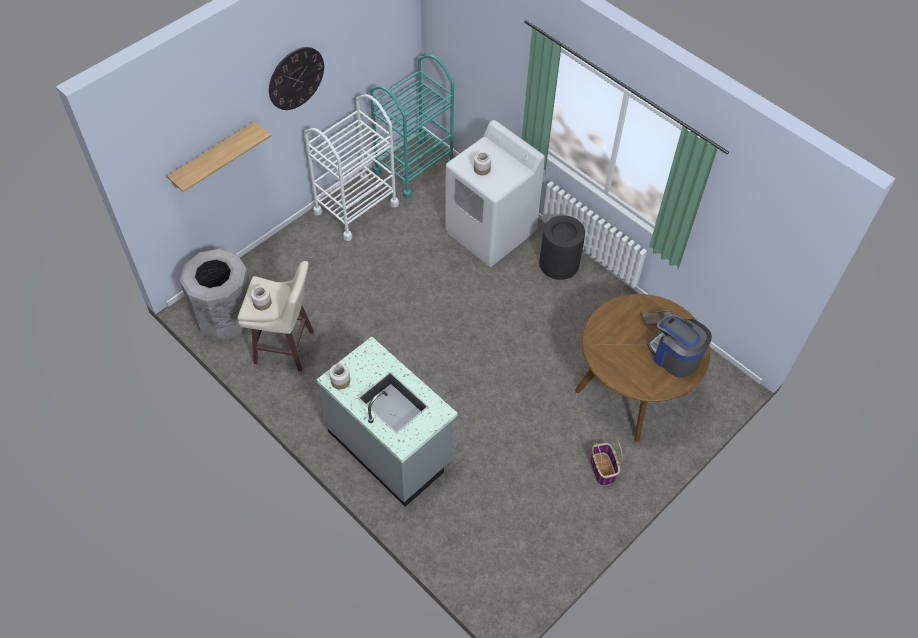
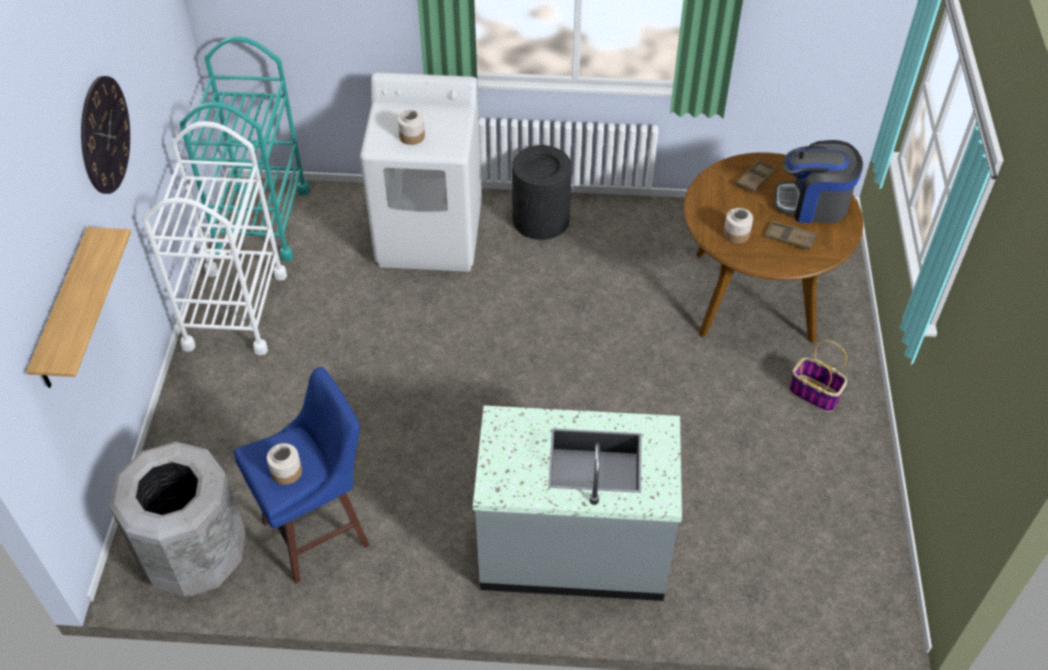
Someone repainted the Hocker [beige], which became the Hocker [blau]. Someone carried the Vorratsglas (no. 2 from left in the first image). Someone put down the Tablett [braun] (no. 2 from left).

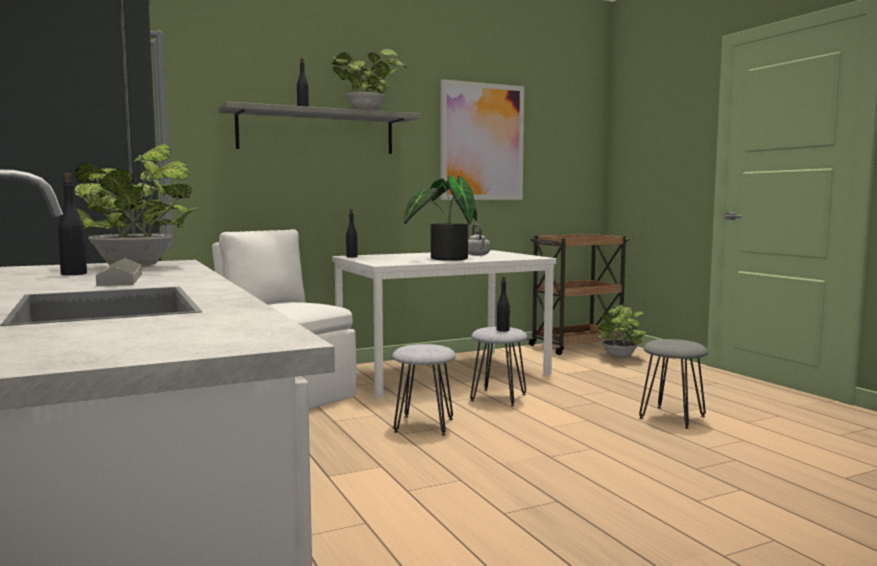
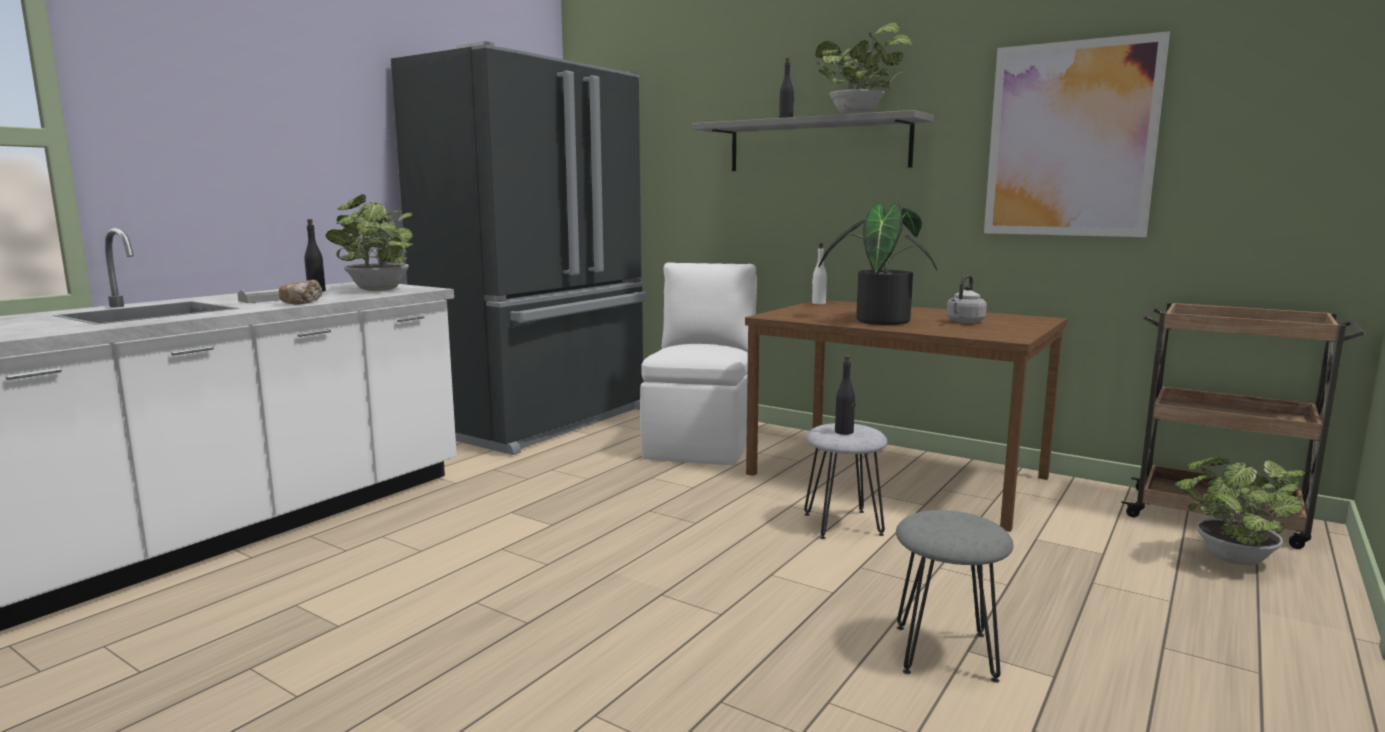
Someone repainted the Esstisch [weiß], which became the Esstisch [braun]. Someone repainted the Flasche [schwarz] (no. 3 from left), which became the Flasche [weiß]. Someone took away the Hocker [grau] (no. 1 from left). Someone put down the Brot.

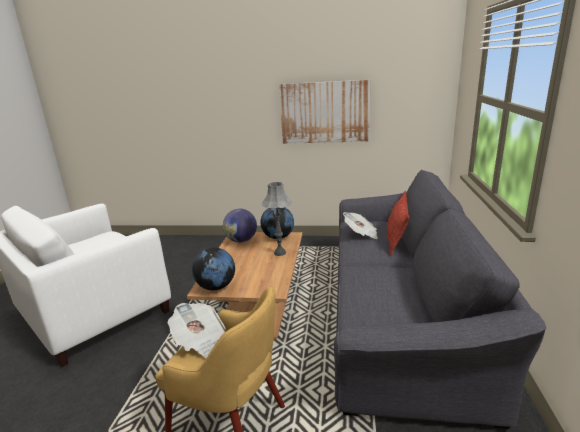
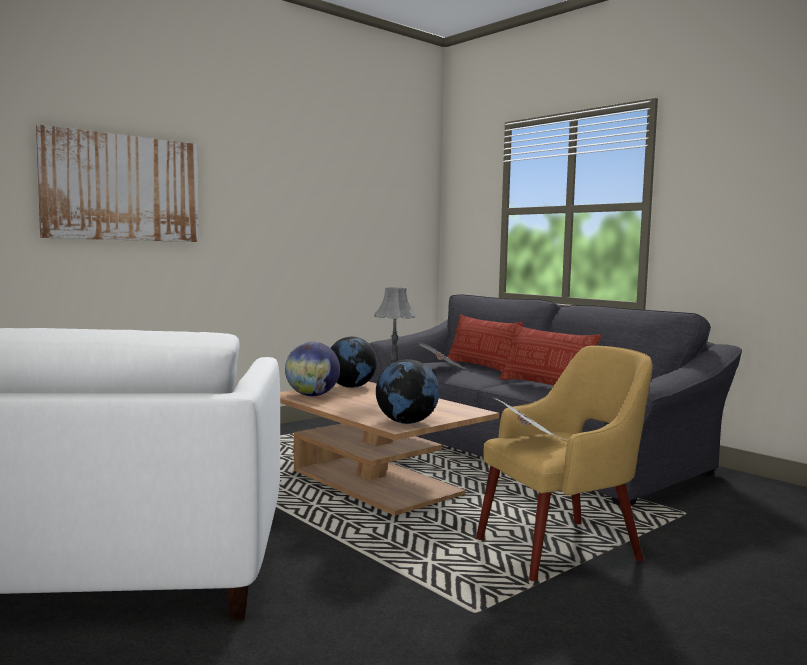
Someone carried the Bild. Someone put down the Kissen (no. 2 from left).

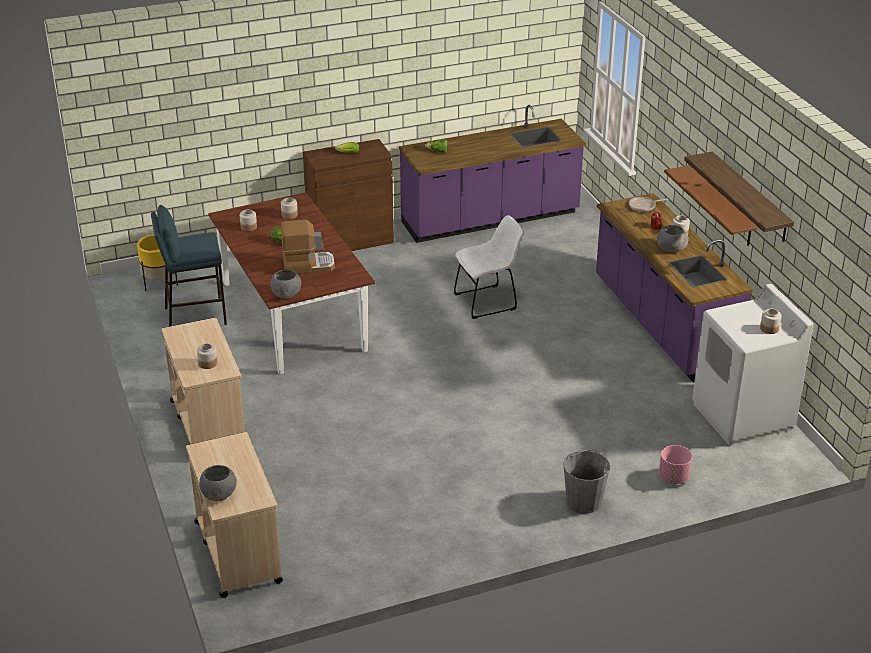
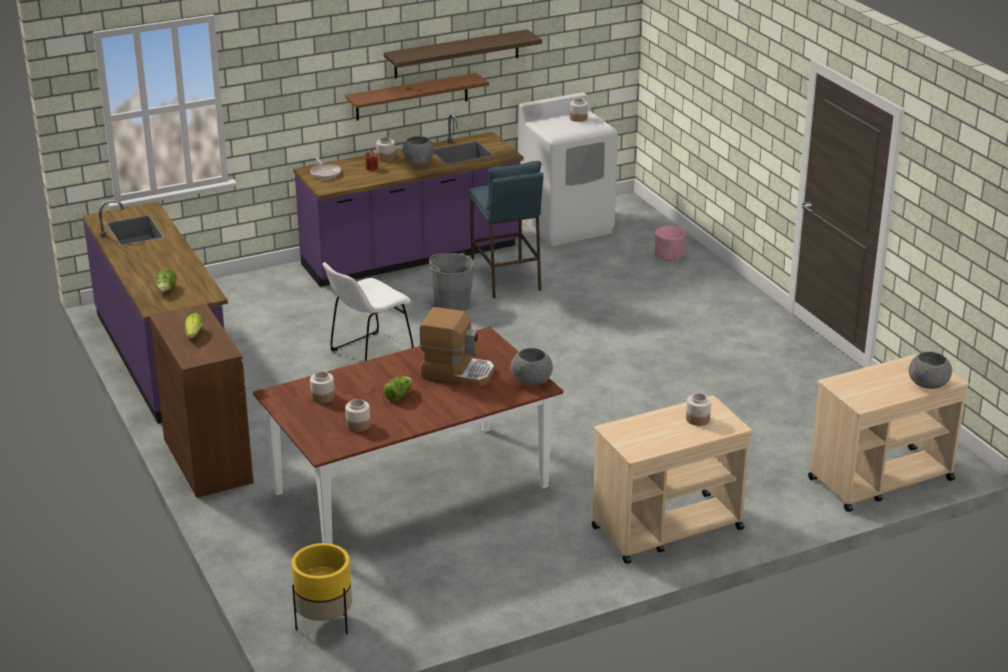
Someone carried the Hocker [blau]. Someone rotated the Kaffeemaschine by 120 degrees clockwise. Someone rotated the Stuhl [weiß] by 105 degrees counterclockwise. Someone carried the Eimer [grau].

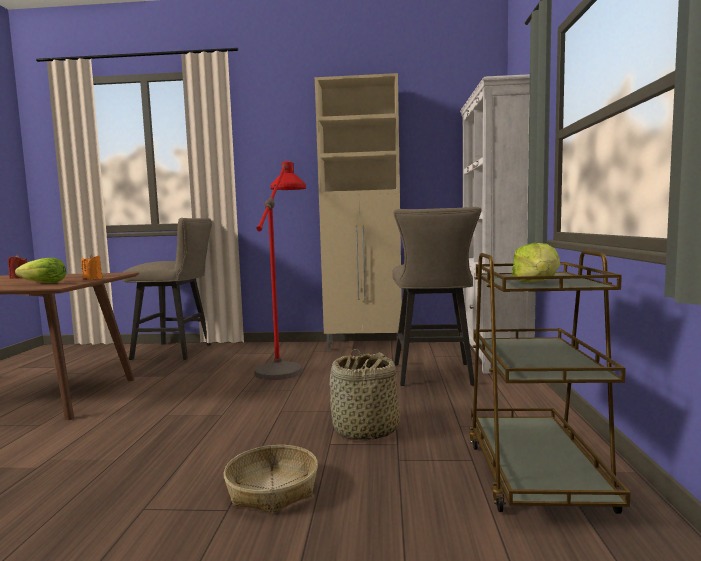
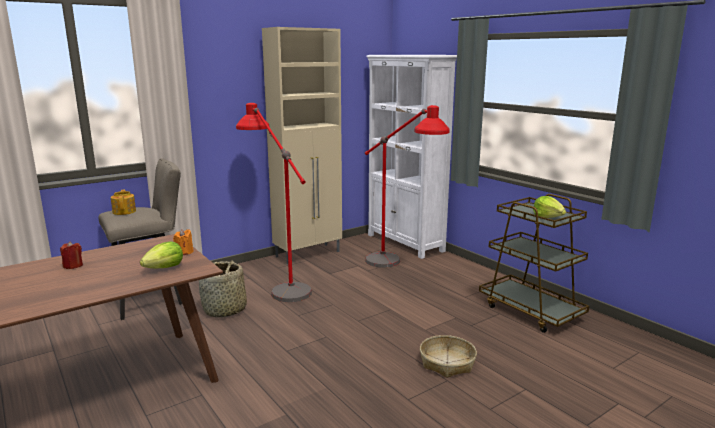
Someone carried the Korb (no. 2 from left in the first image). Someone swapped the Hocker [beige] (no. 2 from left) for the Stehlampe [rot] (no. 2 from left). Someone put down the Teekanne.

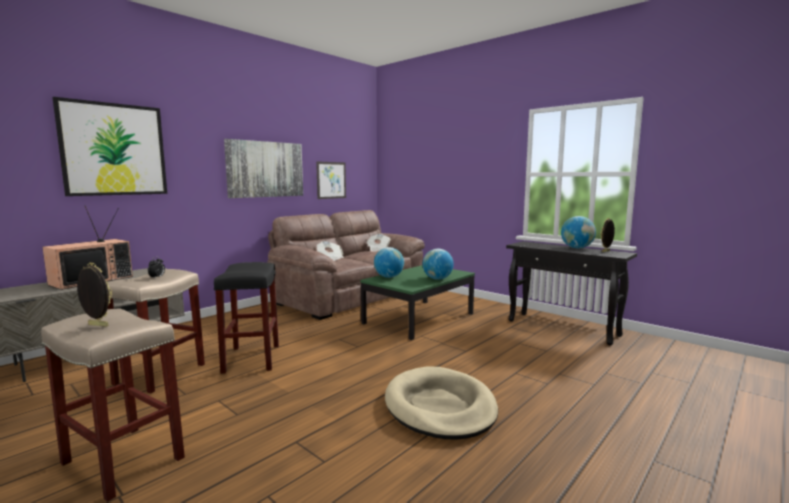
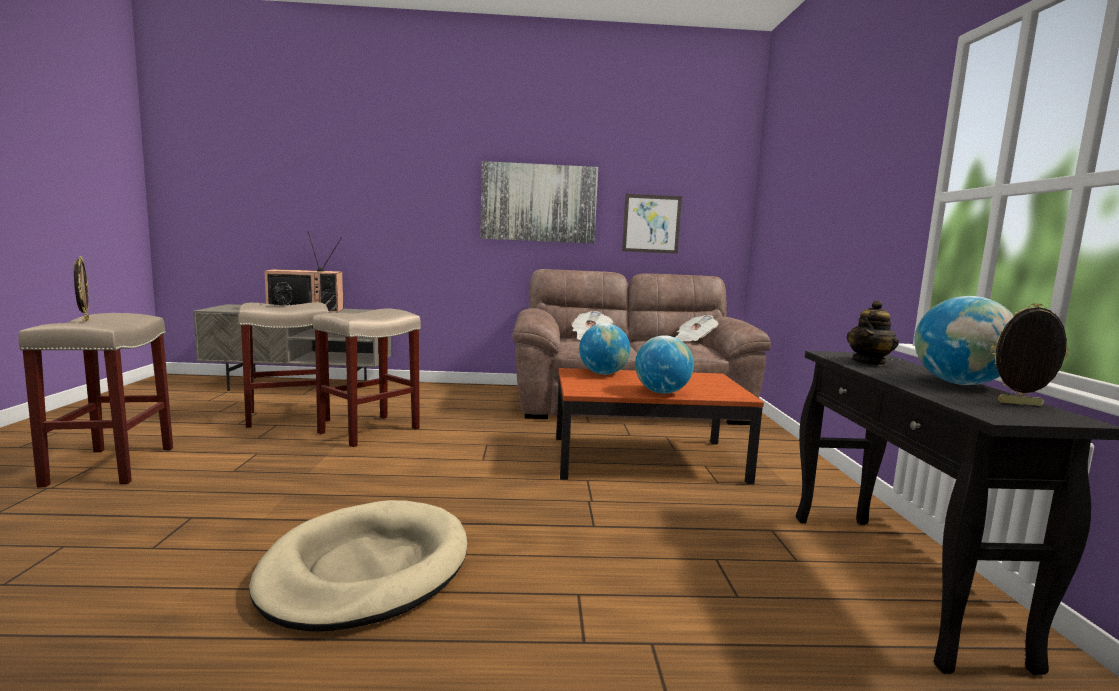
Someone took away the Bild (no. 1 from left). Someone repainted the Hocker [schwarz], which became the Hocker [beige] (no. 3 from left). Someone repainted the Couchtisch [grün], which became the Couchtisch [braun]. Someone put down the Teekanne.

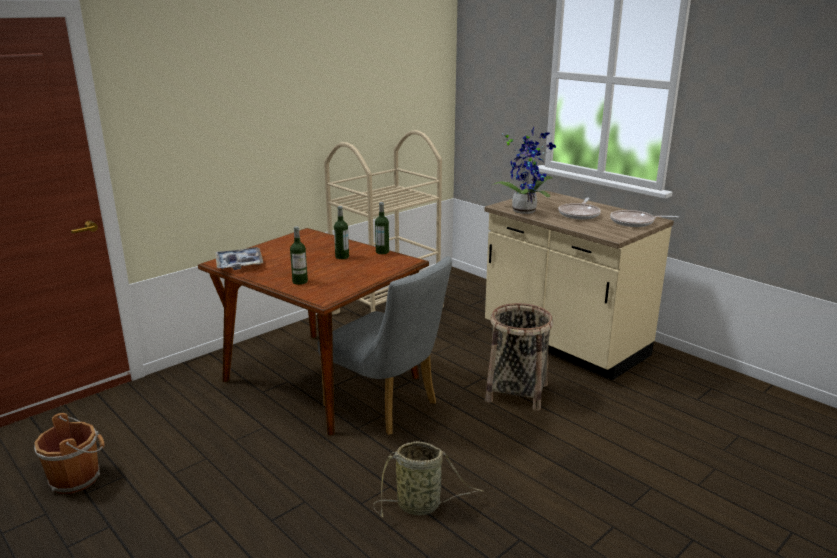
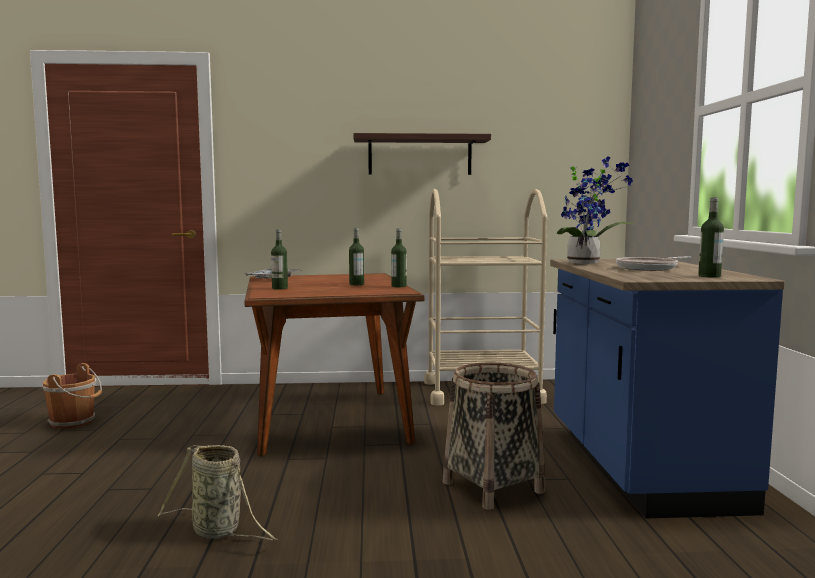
Someone took away the Stuhl [grau]. Someone repainted the Küchenzeile [beige], which became the Küchenzeile [blau]. Someone swapped the Pfanne (no. 2 from left) for the Flasche (no. 4 from left). Someone put up the Wandregal.

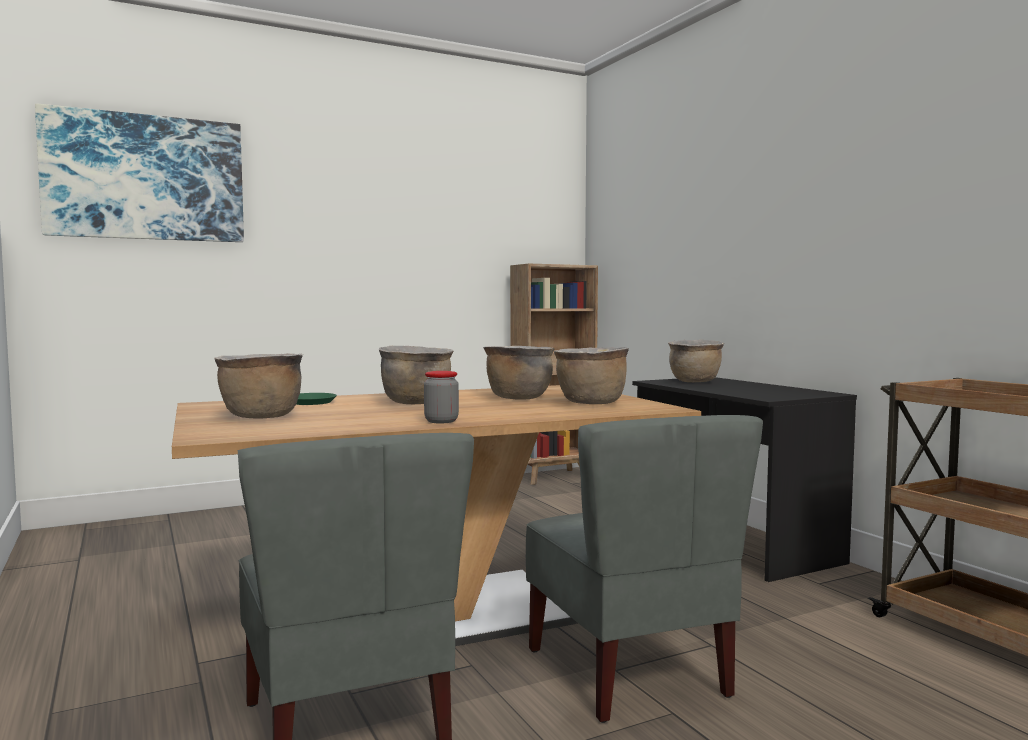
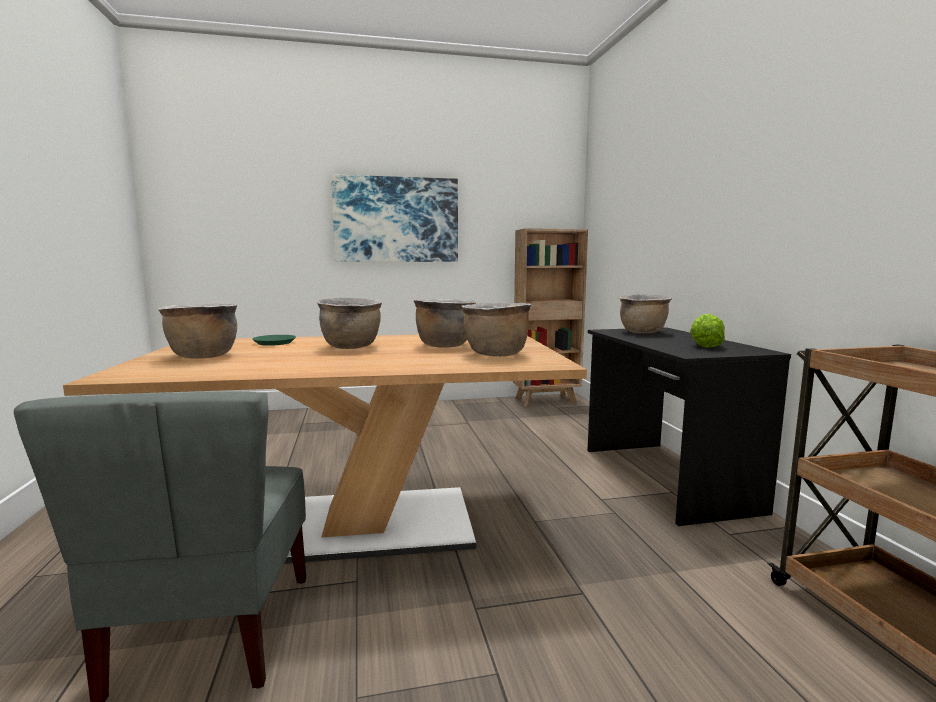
Someone carried the Bild. Someone took away the Vorratsglas. Someone took away the Stuhl [grau] (no. 2 from left). Someone put down the Salatkopf.

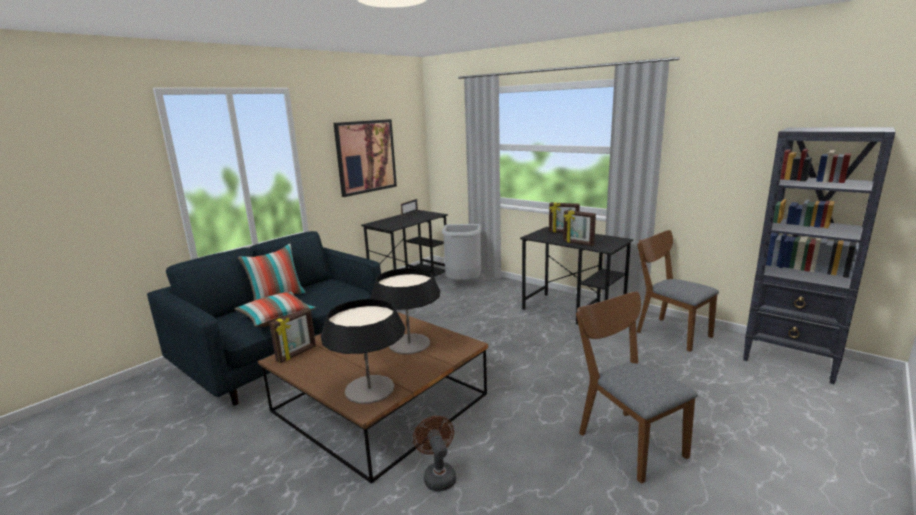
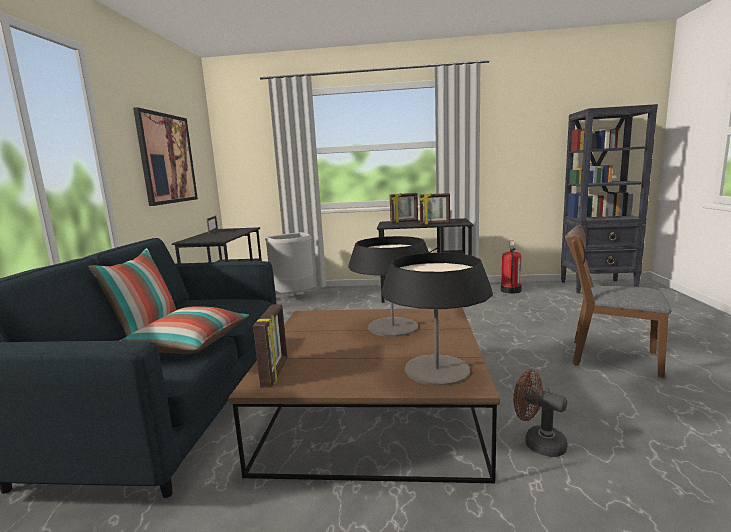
Someone swapped the Stuhl [braun] (no. 2 from left) for the Feuerlöscher.

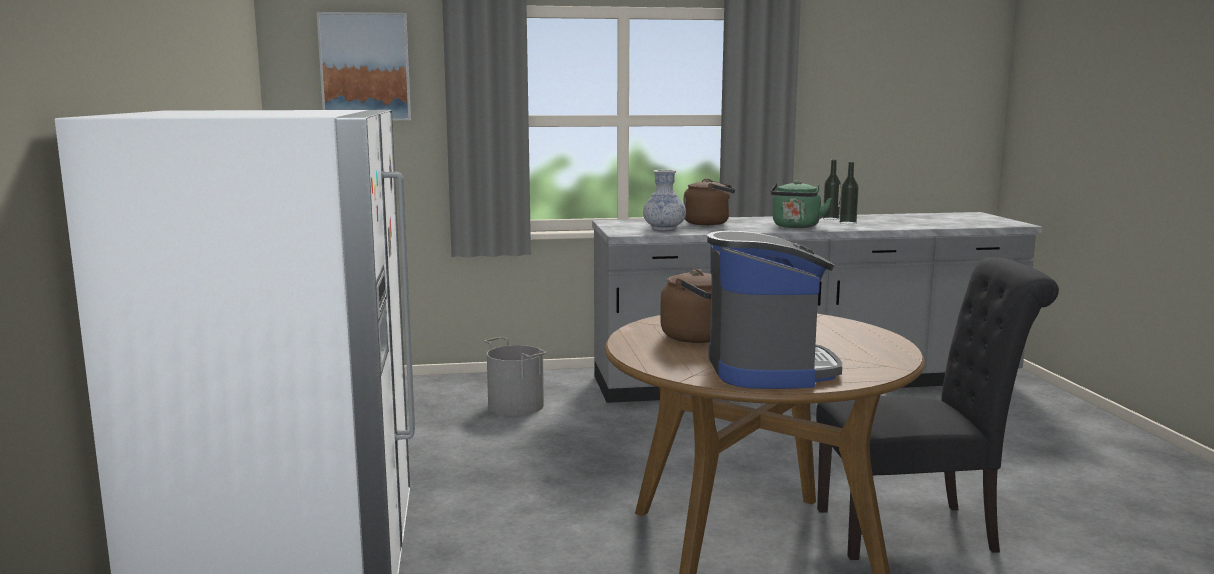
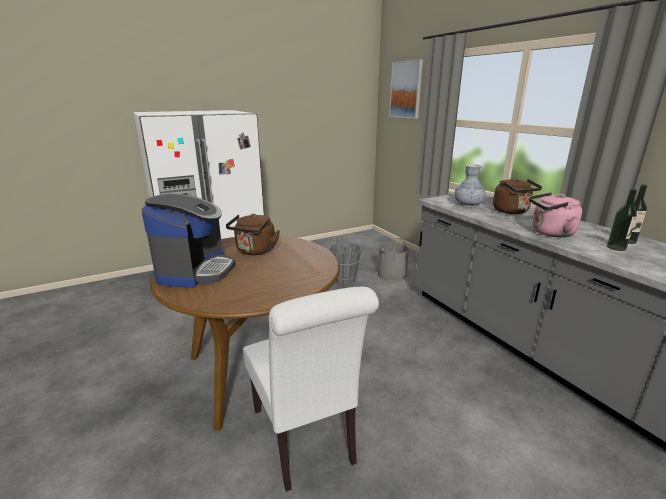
Someone rotated the Kaffeemaschine by 60 degrees counterclockwise. Someone repainted the Wasserkessel [grün], which became the Wasserkessel [rosa]. Someone repainted the Stuhl [schwarz], which became the Stuhl [weiß]. Someone put down the Eimer [grau] (no. 1 from left).

